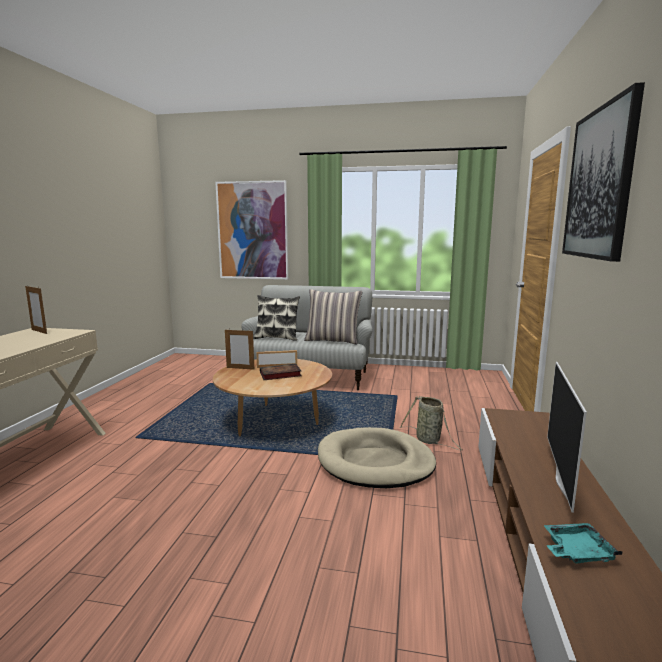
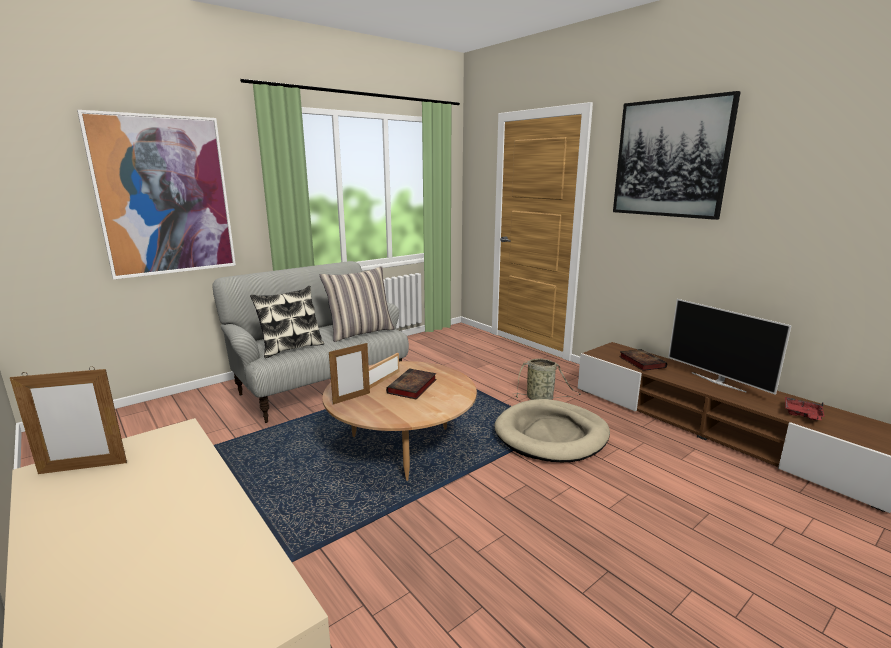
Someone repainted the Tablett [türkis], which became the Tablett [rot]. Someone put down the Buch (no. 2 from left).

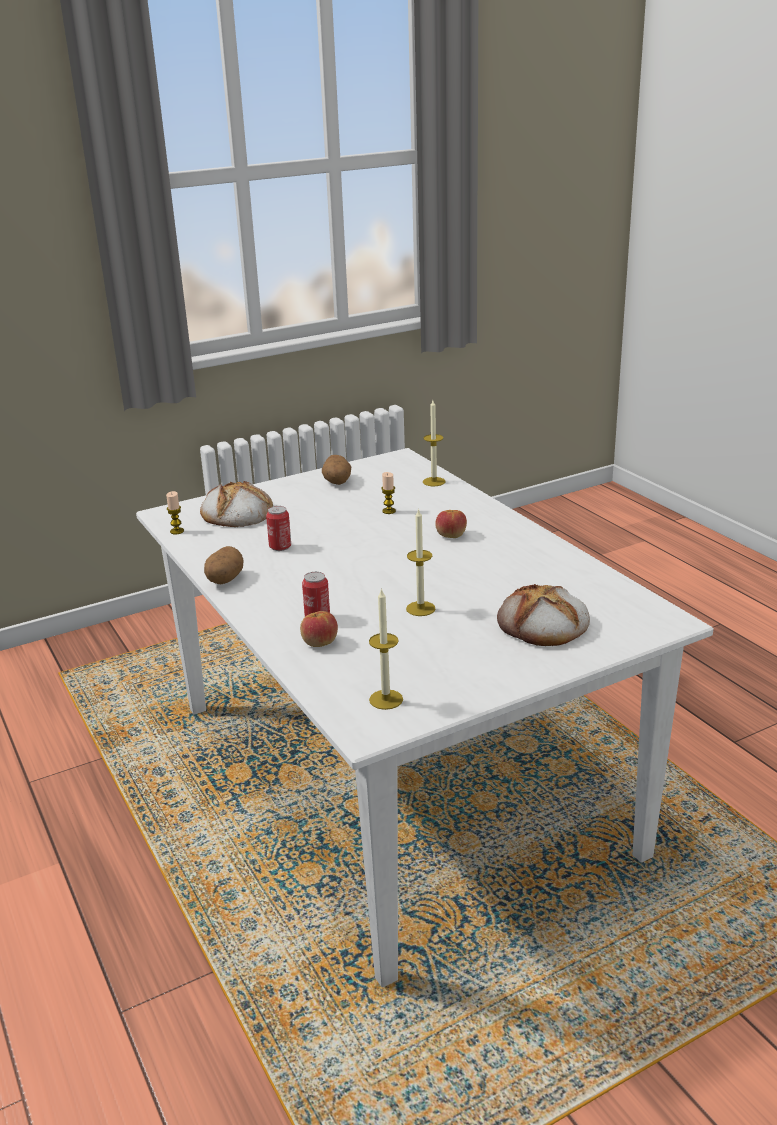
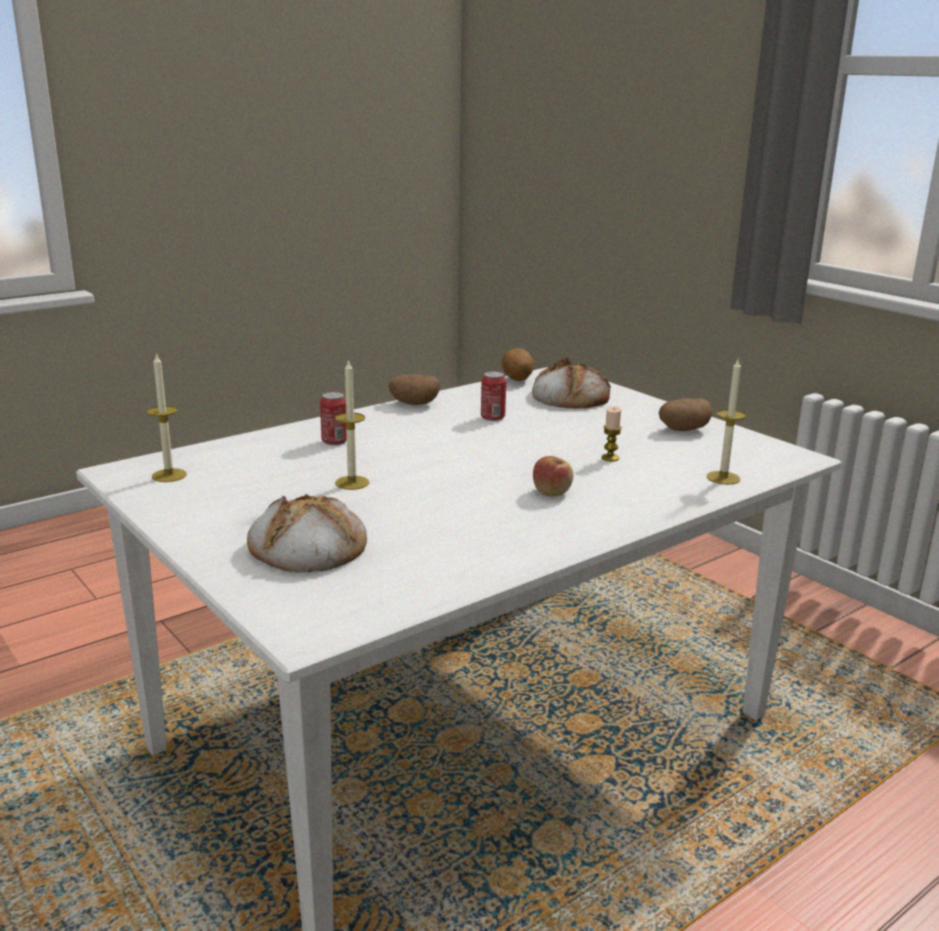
Someone swapped the Kerze (no. 1 from left) for the Kartoffel (no. 2 from left). Someone took away the Apfel (no. 1 from left).

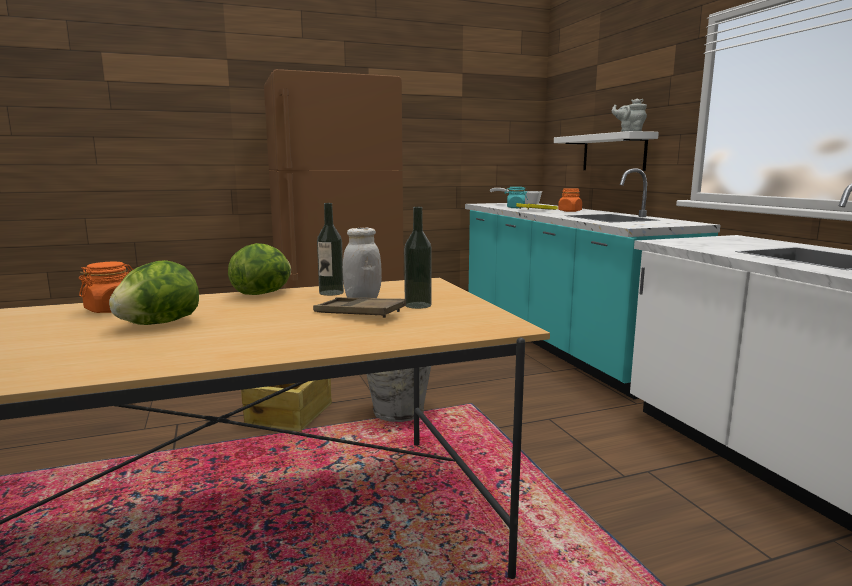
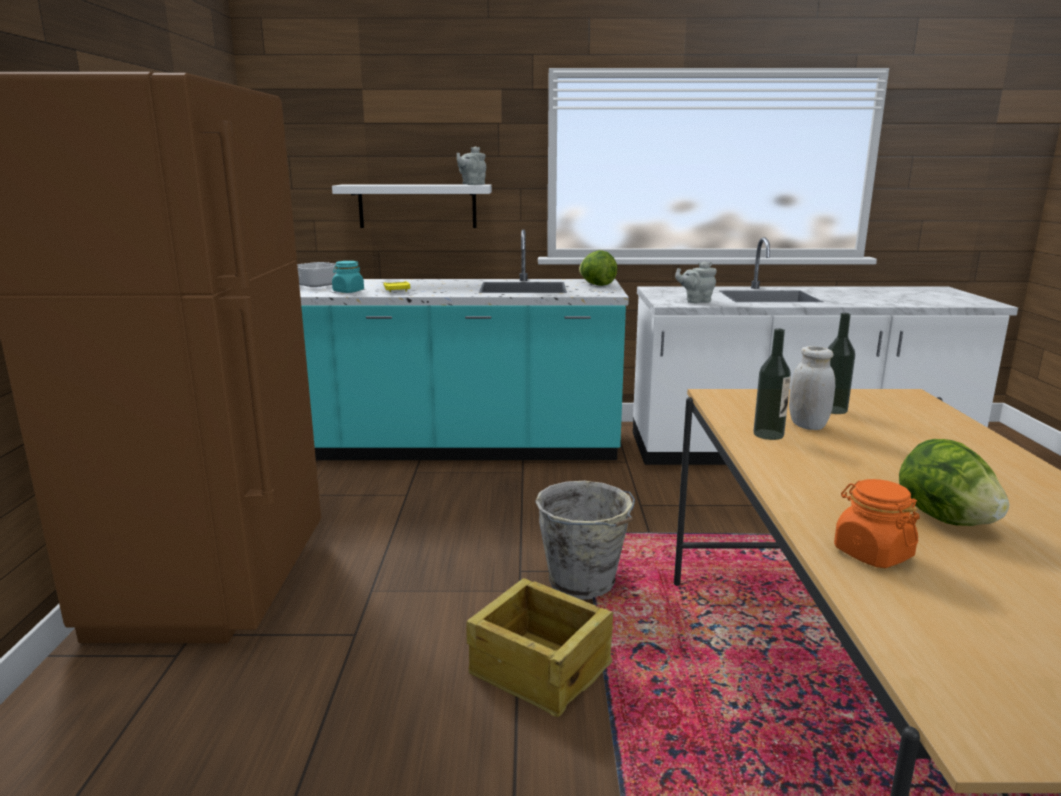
Someone carried the Salatkopf (no. 2 from left in the first image). Someone took away the Tablett [braun]. Someone took away the Vorratsglas [orange] (no. 2 from left). Someone put down the Teekanne [grau] (no. 2 from left).

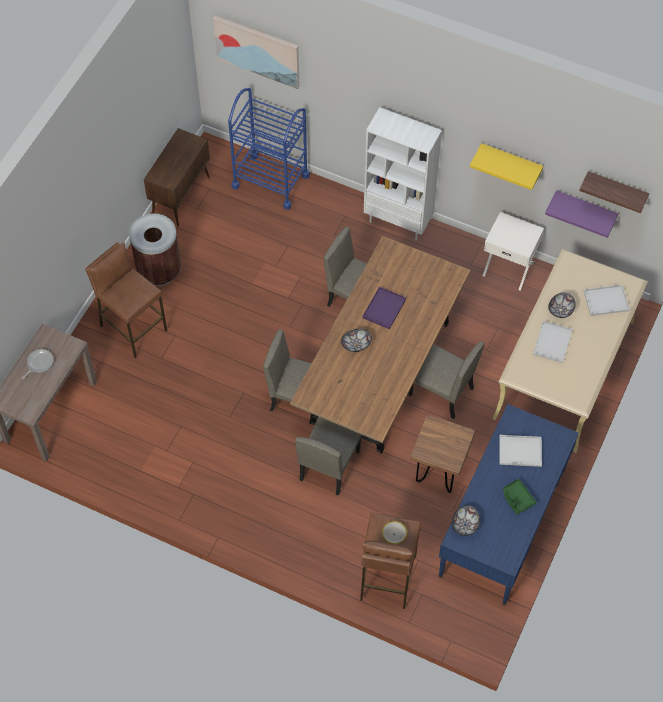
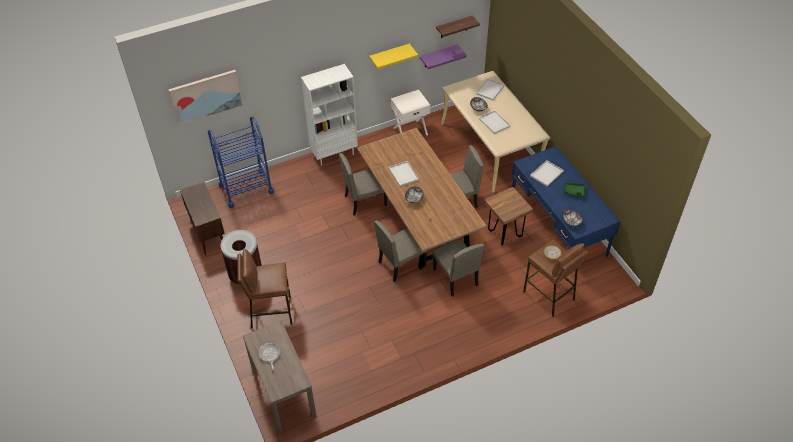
Someone repainted the Tablett [lila], which became the Tablett [weiß] (no. 1 from left).

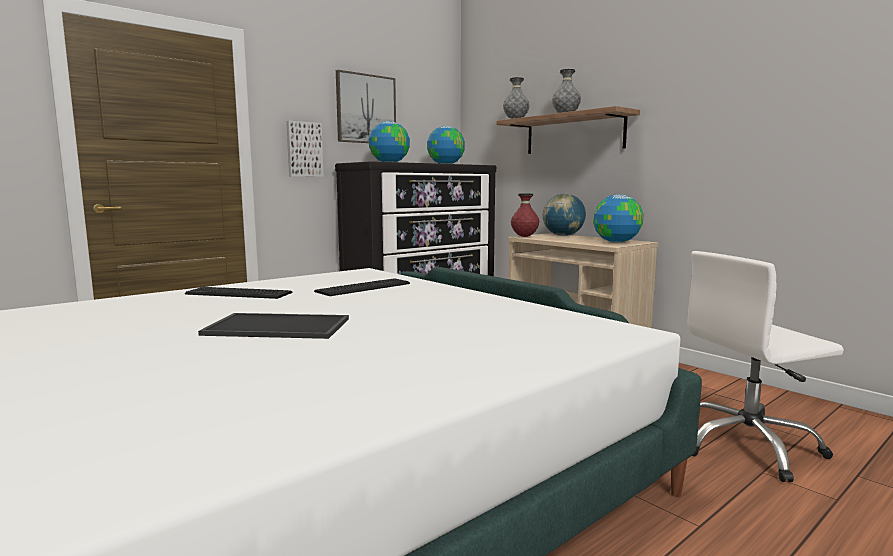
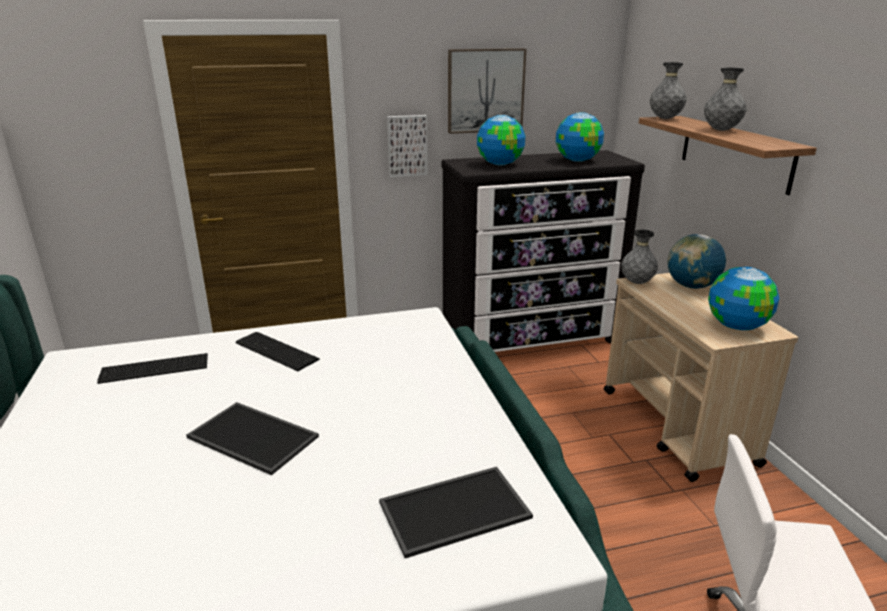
Someone carried the Tastatur (no. 2 from left in the first image). Someone repainted the Vase [rot], which became the Vase [grau] (no. 1 from left). Someone put down the Tablett (no. 2 from left).

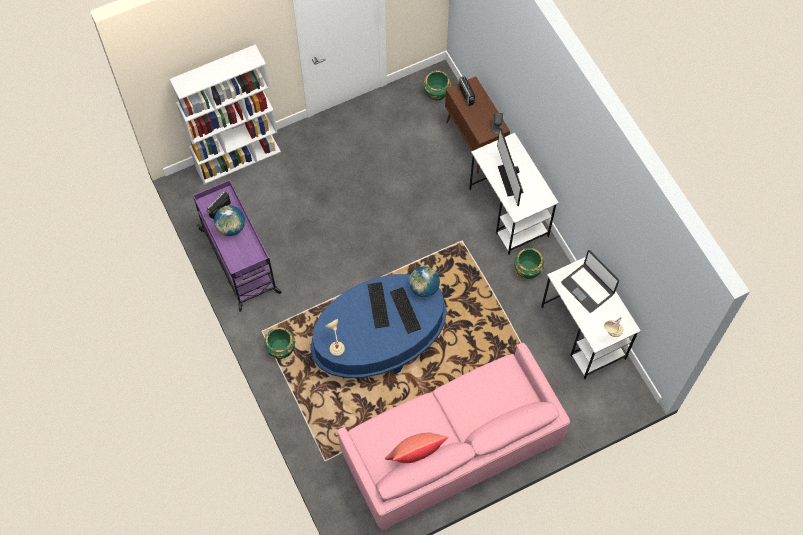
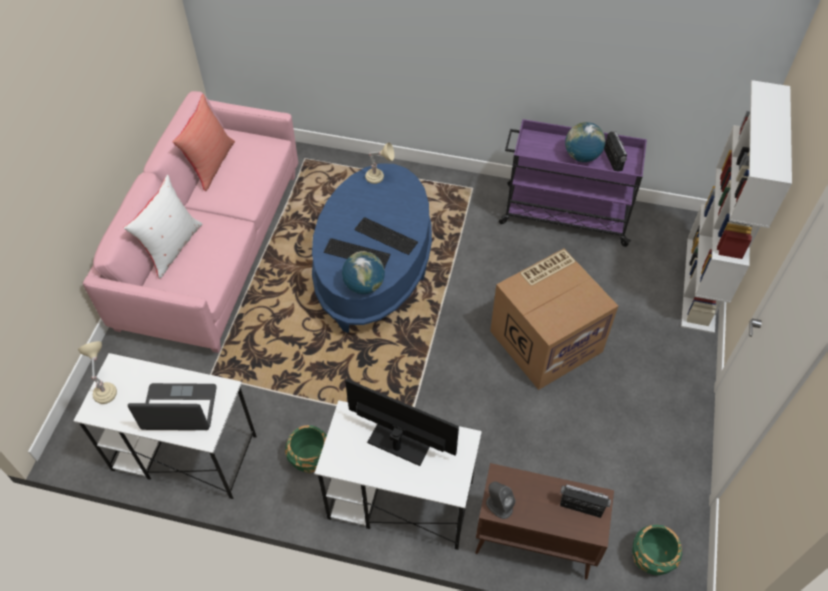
Someone took away the Pflanzkübel [grün] (no. 1 from left). Someone put down the Kissen [weiß]. Someone put down the Karton.

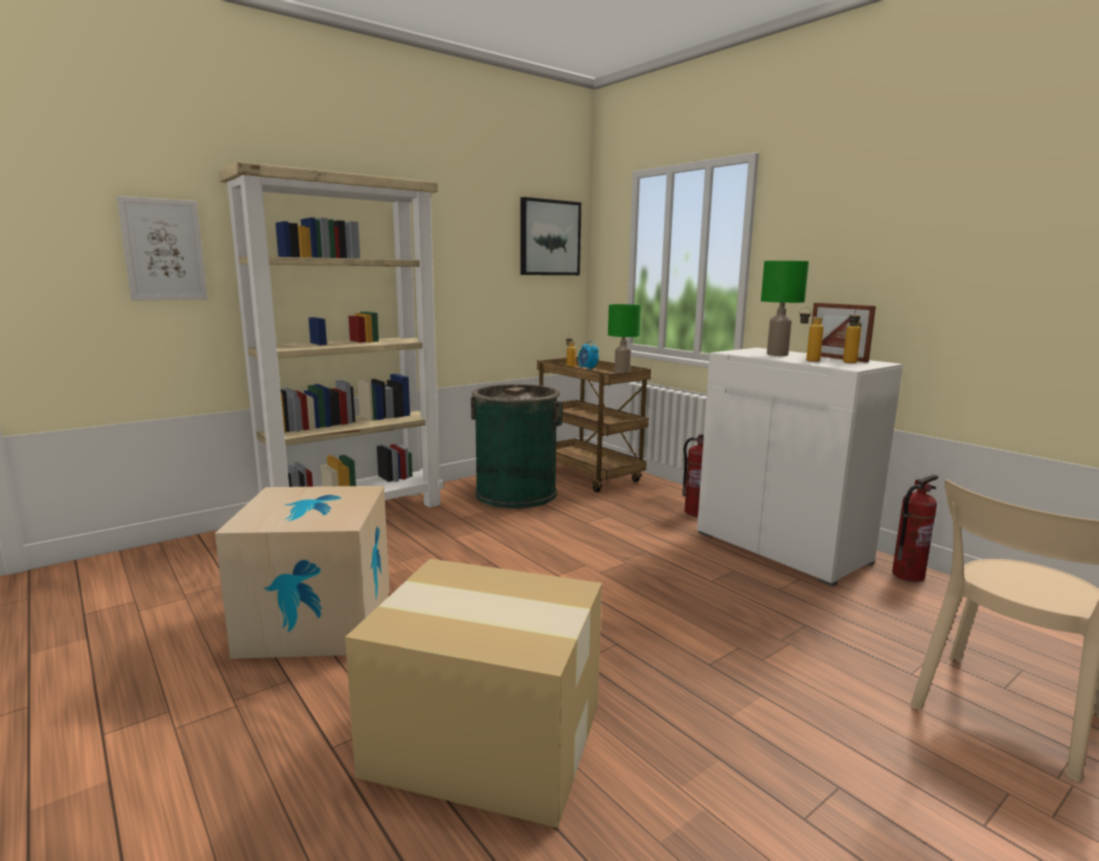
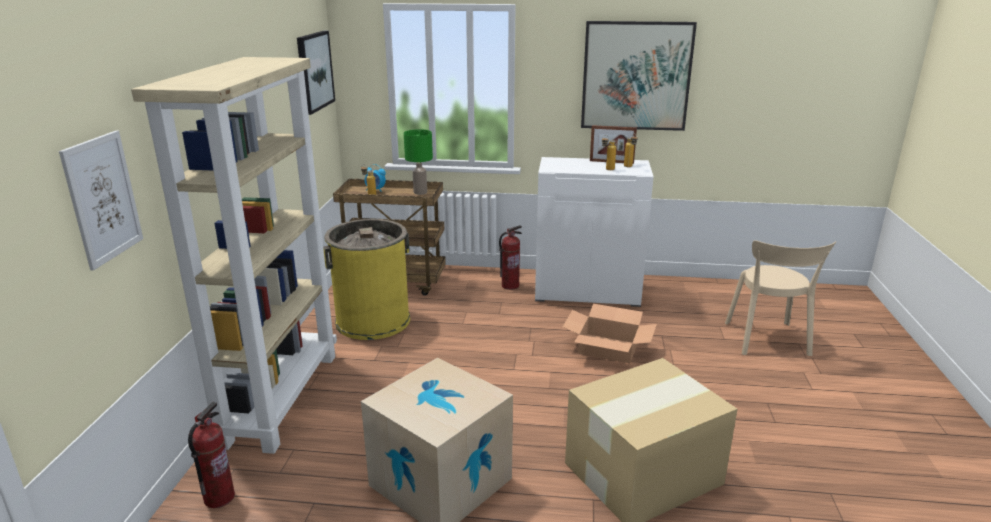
Someone repainted the Mülleimer [grün], which became the Mülleimer [gelb]. Someone took away the Tischlampe [grün] (no. 2 from left). Someone carried the Feuerlöscher (no. 2 from left in the first image). Someone put down the Karton (no. 2 from left). Someone put up the Bild (no. 3 from left).

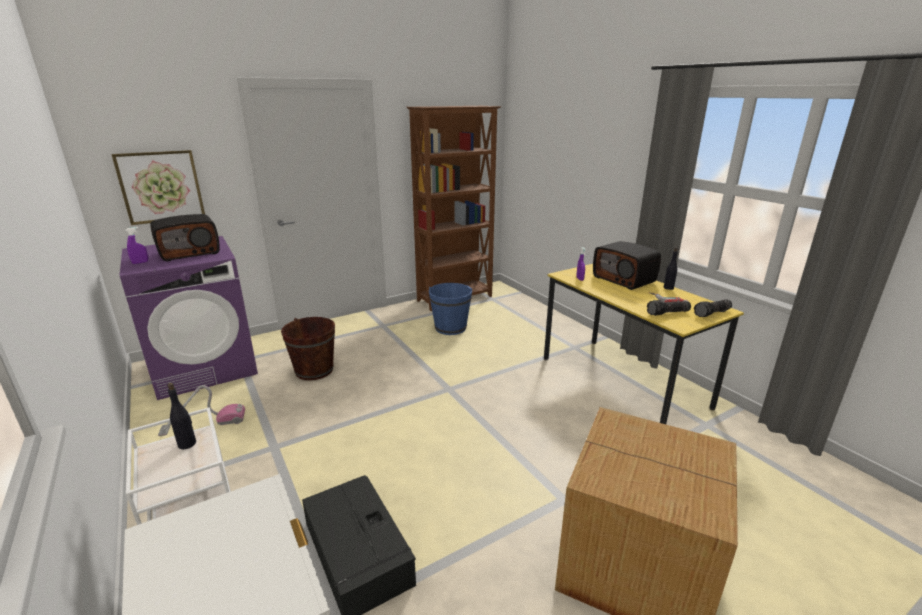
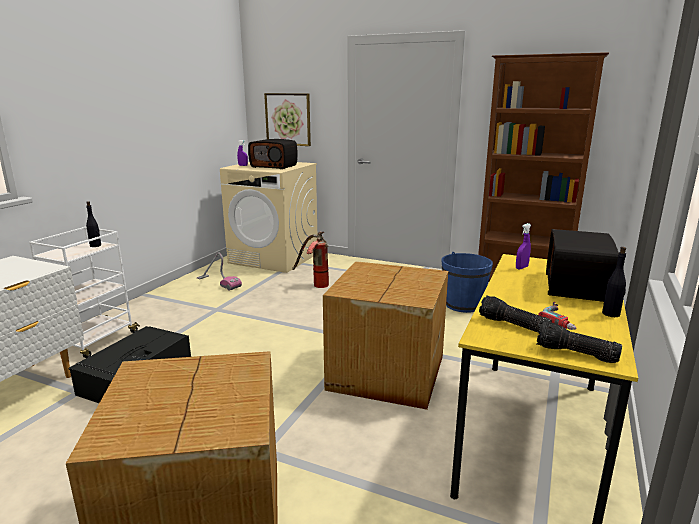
Someone repainted the Waschmaschine [lila], which became the Waschmaschine [beige]. Someone swapped the Eimer [braun] for the Feuerlöscher. Someone put down the Karton (no. 2 from left).

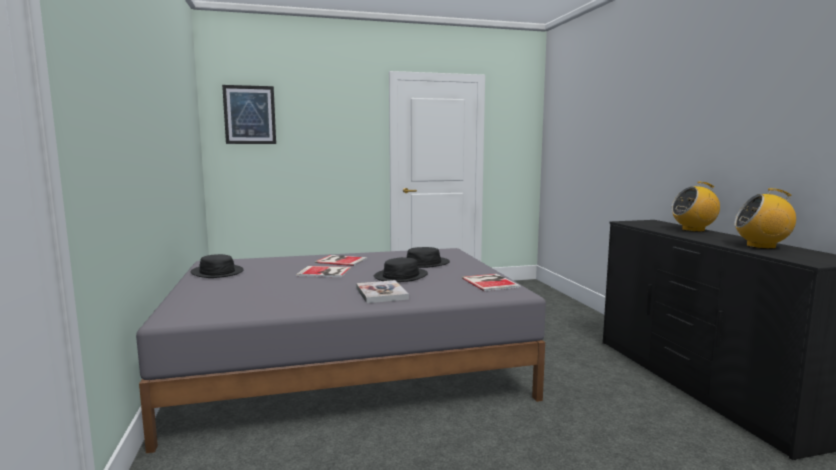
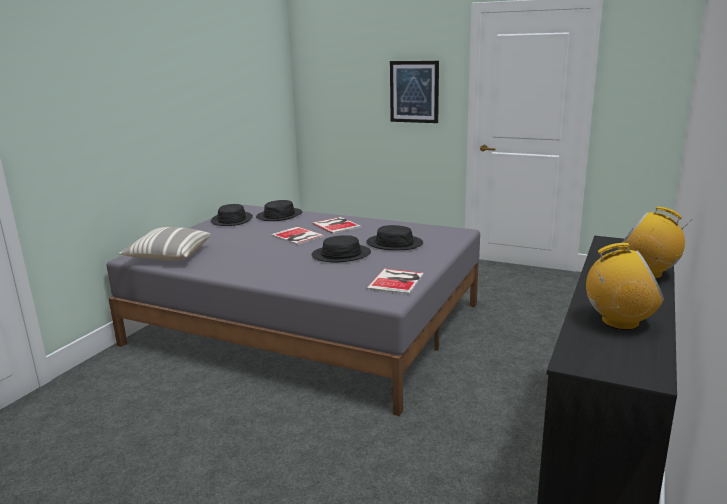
Someone carried the Bild. Someone took away the Buch (no. 3 from left). Someone rotated the Radio (no. 2 from left in the first image) by 135 degrees clockwise. Someone put down the Kissen. Someone put down the Hut [schwarz] (no. 2 from left).

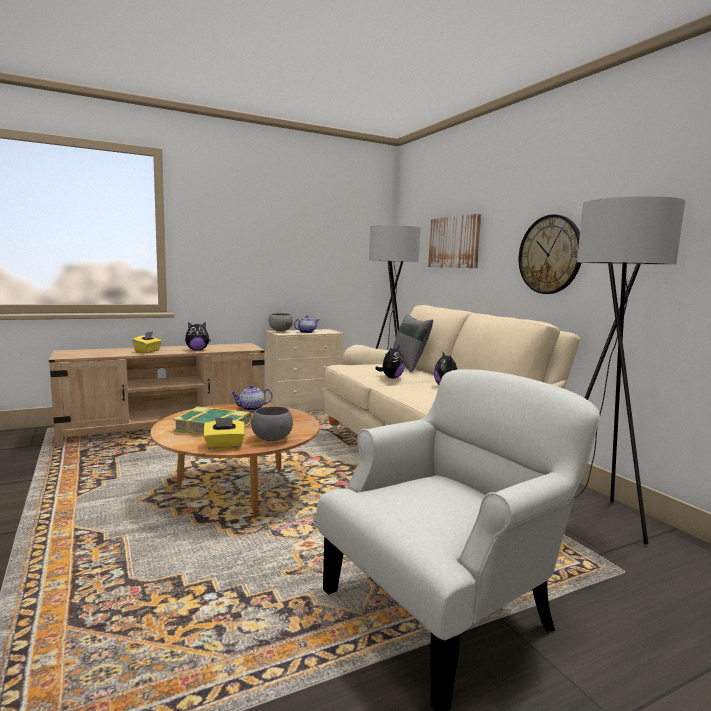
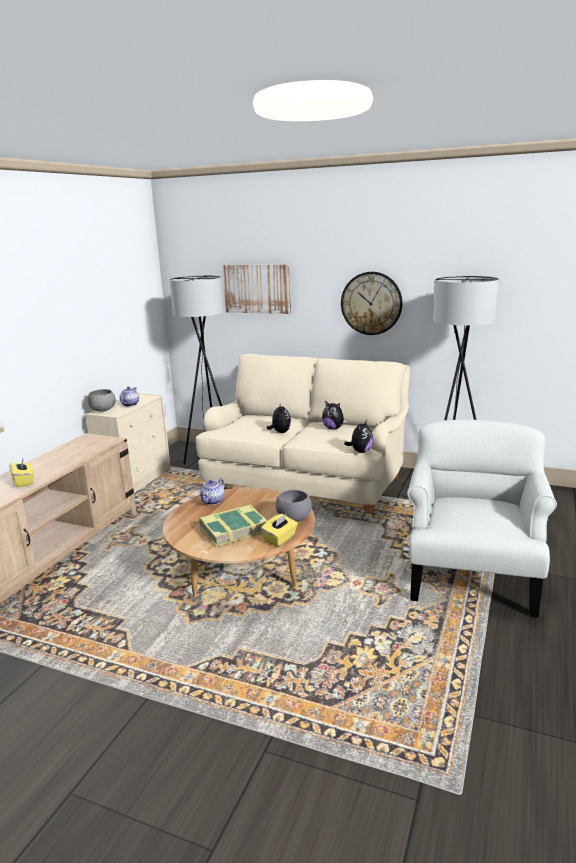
Someone carried the Plüschtier (no. 1 from left in the first image). Someone took away the Kissen [grau].

